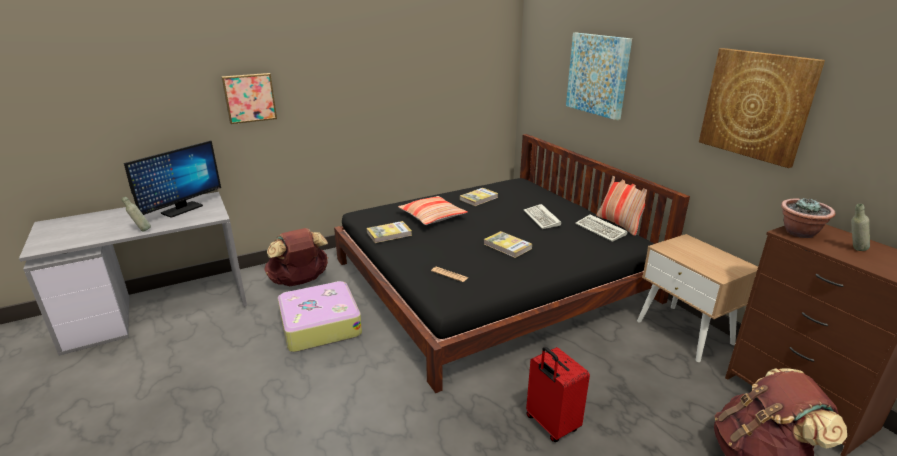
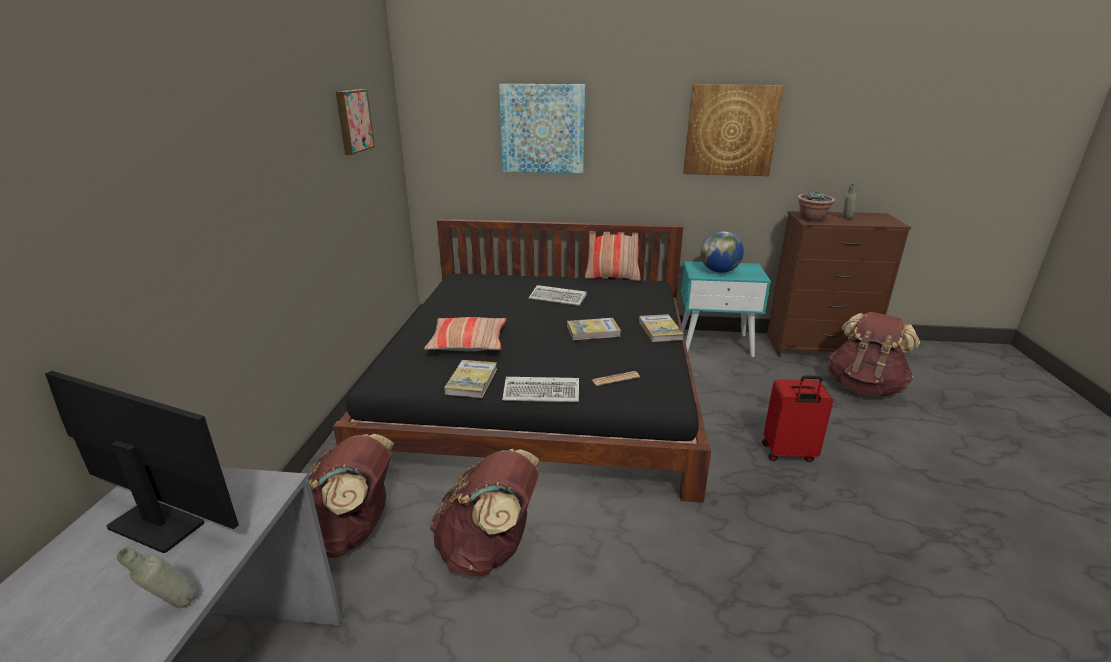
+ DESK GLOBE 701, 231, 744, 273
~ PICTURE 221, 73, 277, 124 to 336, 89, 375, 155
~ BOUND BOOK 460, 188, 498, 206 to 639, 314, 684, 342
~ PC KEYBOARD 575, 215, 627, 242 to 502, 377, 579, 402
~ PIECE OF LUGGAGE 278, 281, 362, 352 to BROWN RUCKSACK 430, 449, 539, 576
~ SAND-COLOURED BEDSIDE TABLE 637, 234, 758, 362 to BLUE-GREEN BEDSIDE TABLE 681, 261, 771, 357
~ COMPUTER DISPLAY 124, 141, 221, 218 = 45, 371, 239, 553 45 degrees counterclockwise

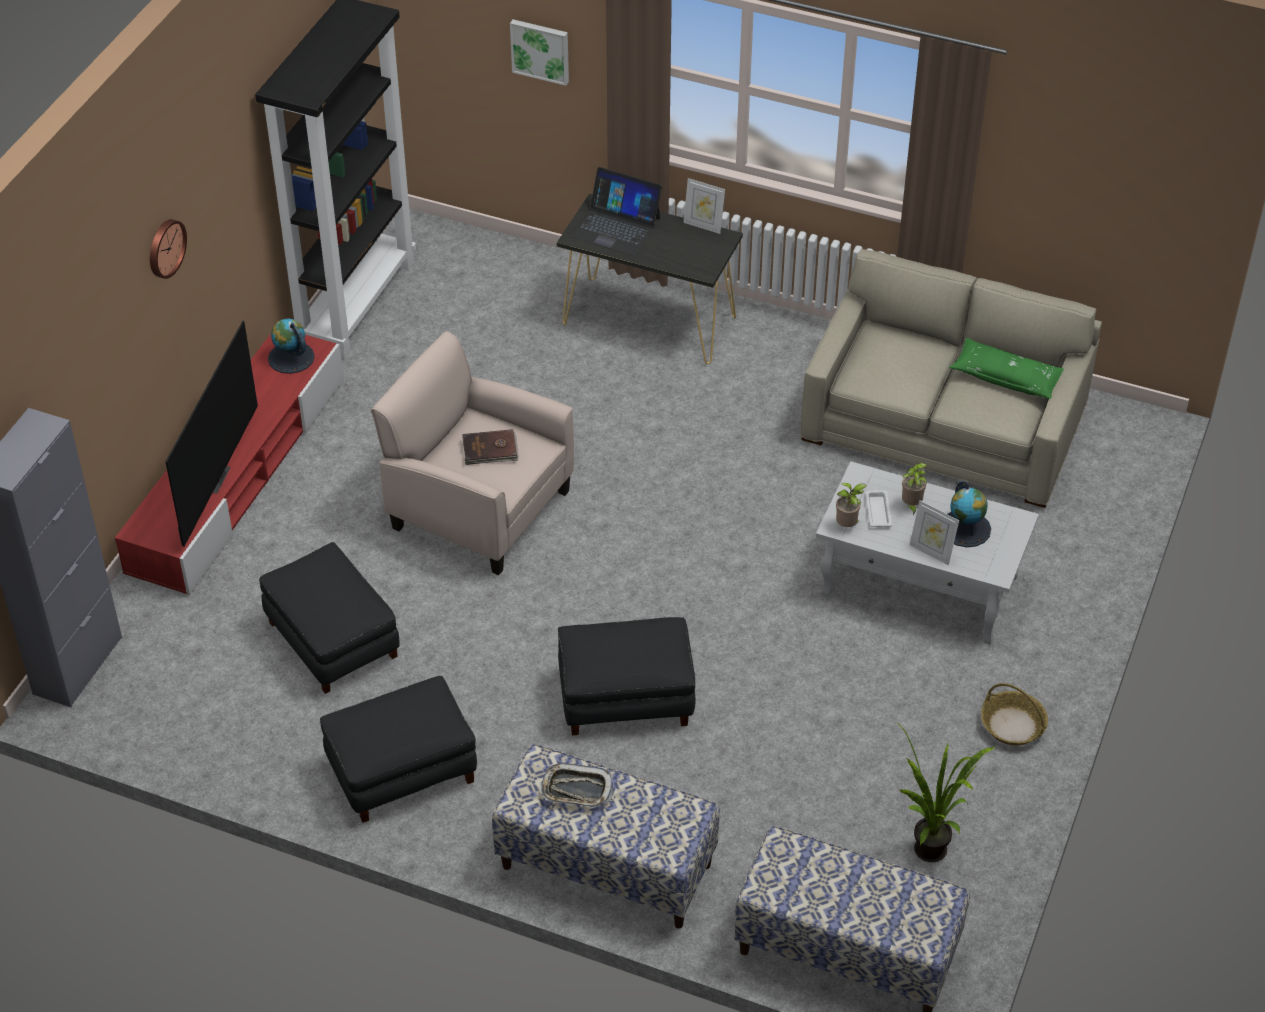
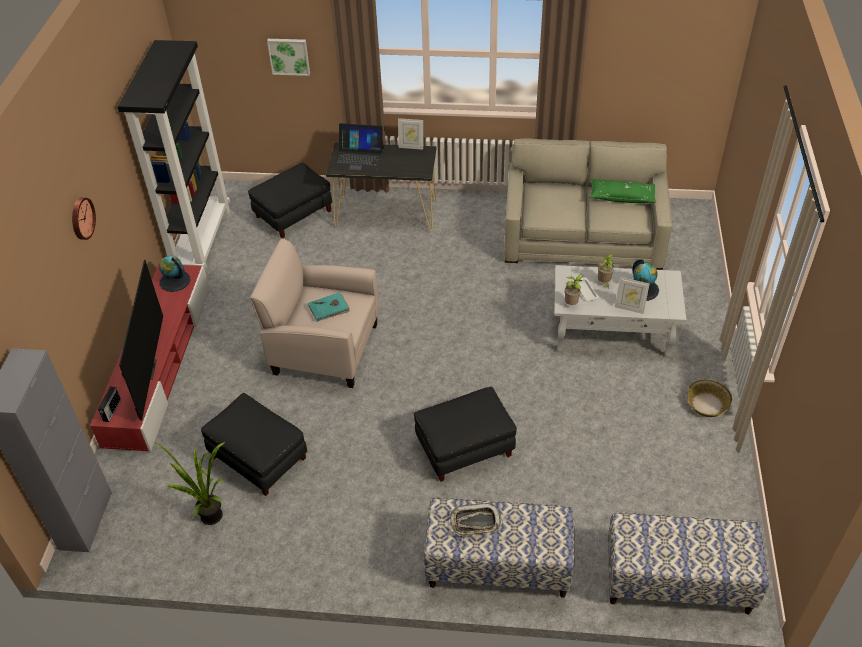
+ RADIO RECEIVER 98, 387, 121, 422
~ BLACKISH OTTOMAN 320, 676, 477, 823 to 248, 163, 332, 238
~ PLANT IN A POT 897, 723, 995, 862 to 153, 442, 225, 525
~ BROWN BOUND BOOK 462, 429, 519, 465 to BLUE-GREEN BOUND BOOK 308, 292, 350, 322

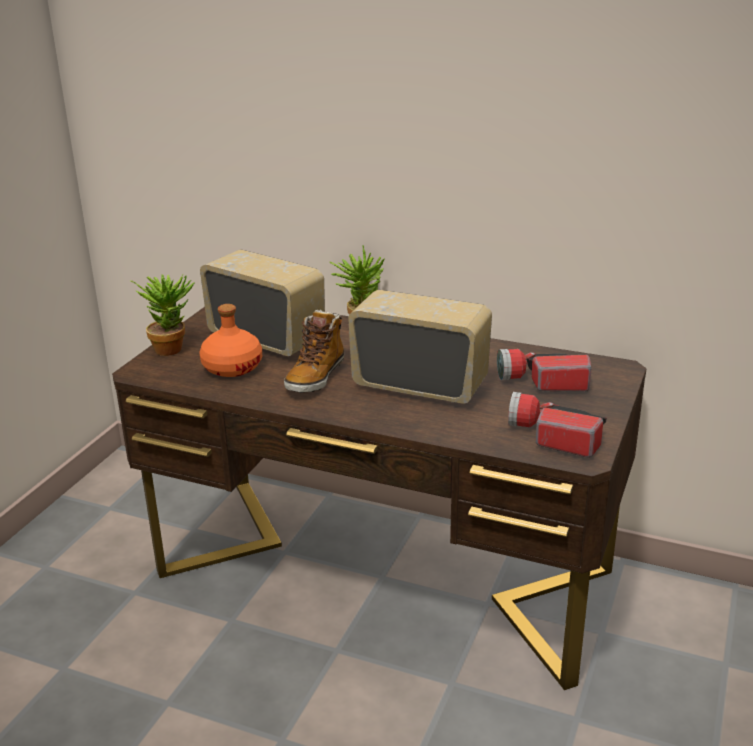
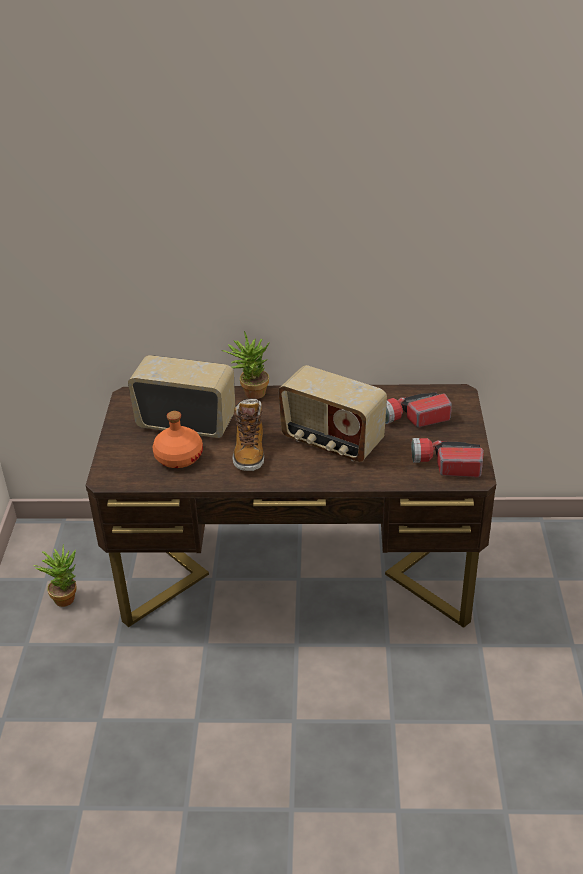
~ PLANT IN A POT 130, 274, 195, 356 to 33, 544, 77, 607
~ RADIO RECEIVER 348, 290, 492, 404 = 278, 365, 387, 462 150 degrees counterclockwise

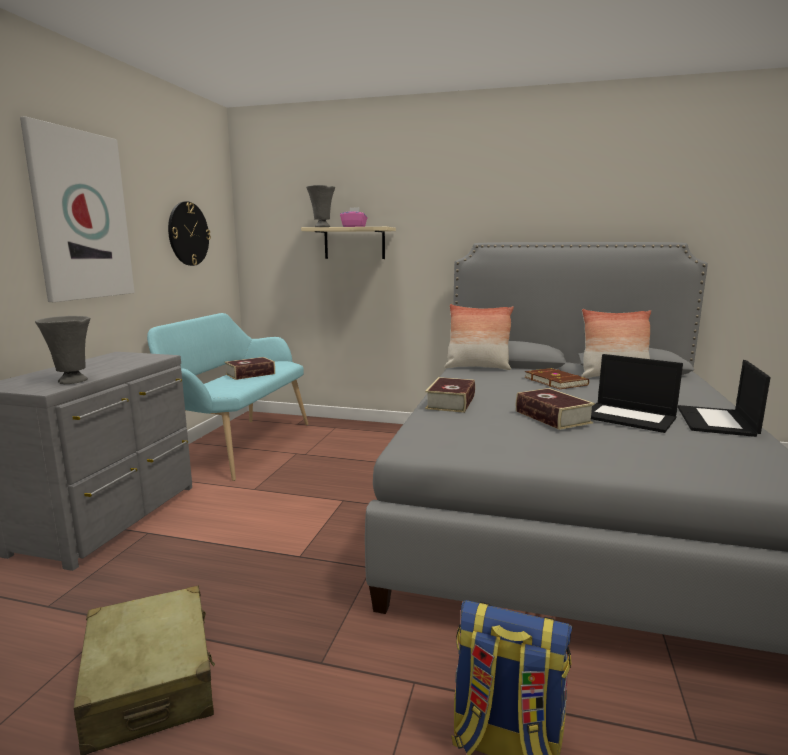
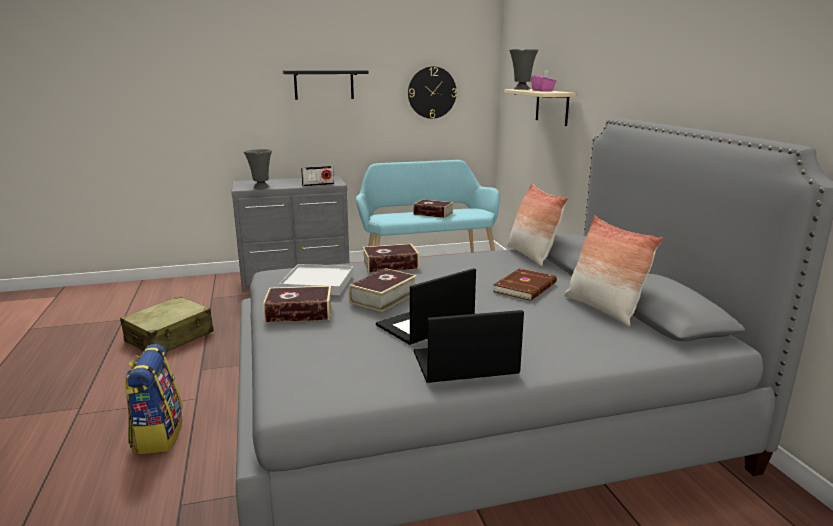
+ BOUND BOOK 263, 286, 332, 323
+ WHITISH CARRYING TRAY 279, 264, 354, 295
+ RADIO RECEIVER 301, 166, 334, 186
~ PICTURE 20, 117, 135, 302 to BLACKISH SHELF 283, 70, 369, 100
~ NOTEBOOK COMPUTER 591, 354, 683, 433 = 376, 268, 476, 345 45 degrees clockwise

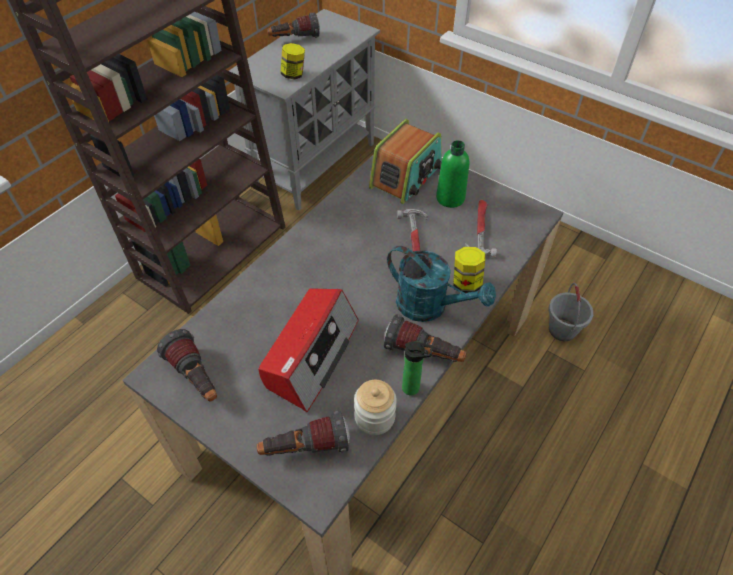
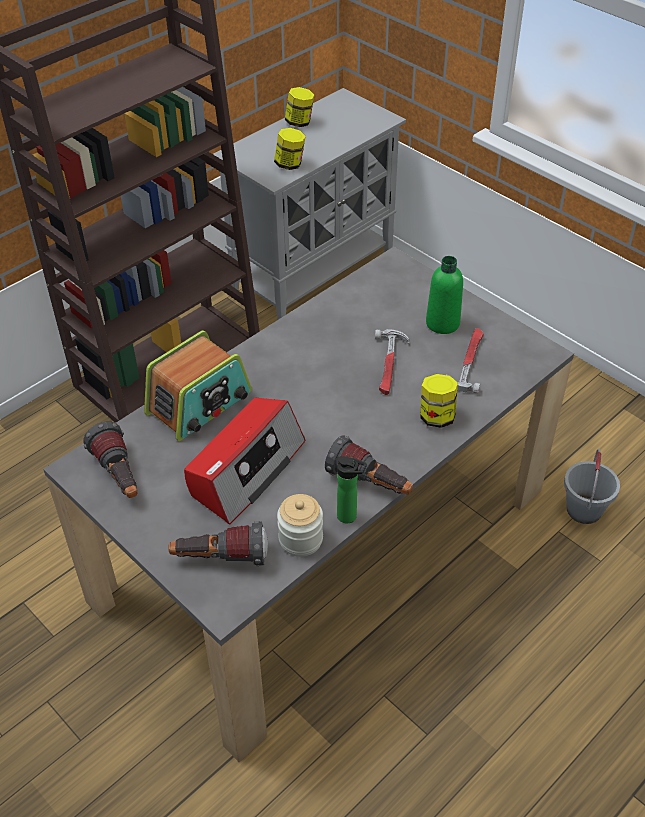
- BLUE-GREEN WATERING POT 387, 246, 496, 322
~ RADIO RECEIVER 369, 119, 442, 204 to 144, 330, 252, 441
~ HAND TORCH 267, 12, 320, 38 to STORAGE JAR 285, 87, 314, 127

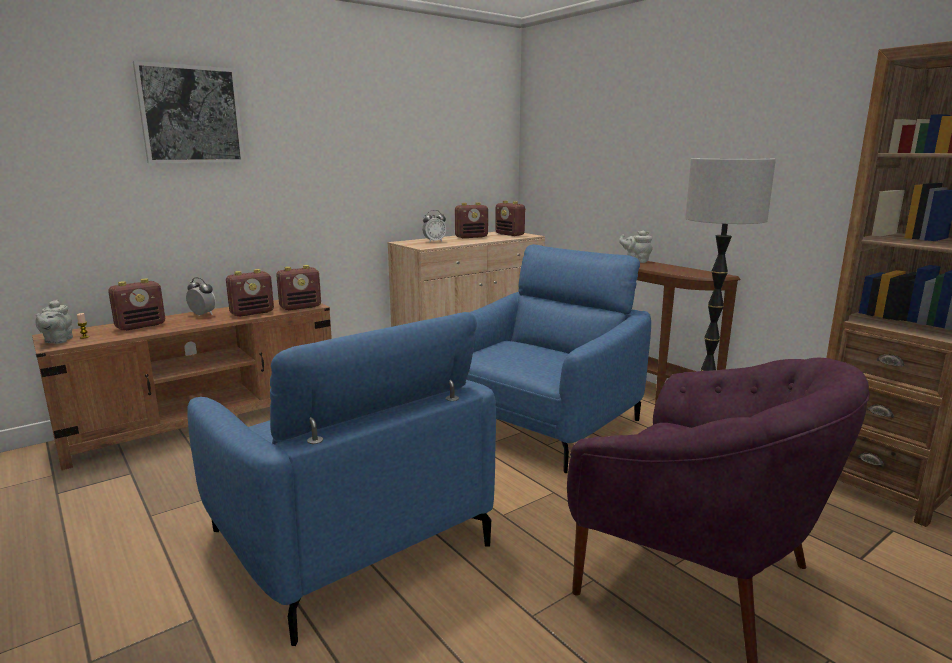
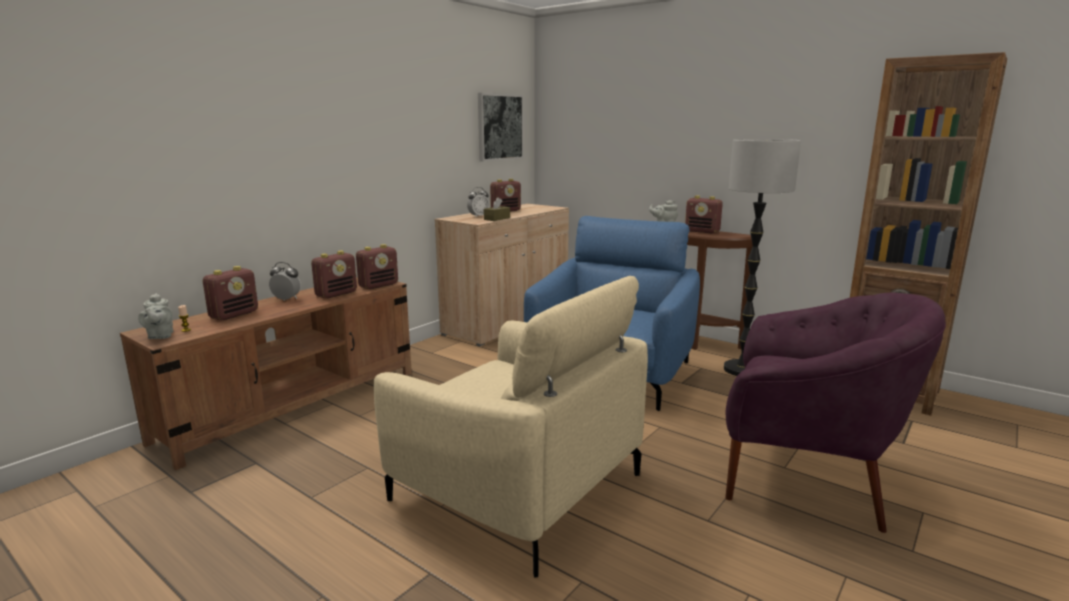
+ BROWN BOX OF TISSUES 484, 197, 510, 221
~ PICTURE 133, 61, 245, 163 to 478, 93, 524, 162
~ RADIO RECEIVER 495, 201, 526, 236 to 685, 196, 723, 234
~ BLUISH EASY CHAIR 187, 312, 496, 646 to SAND-COLOURED EASY CHAIR 373, 276, 648, 578

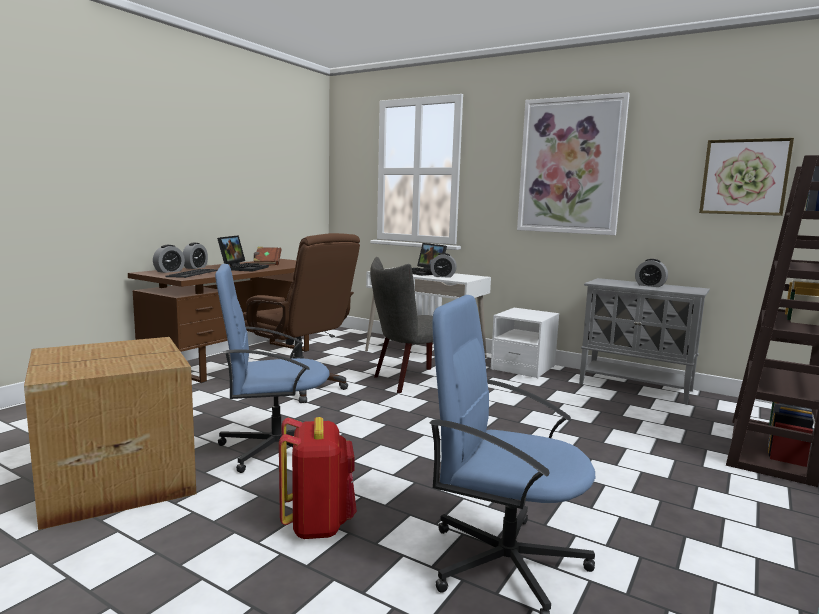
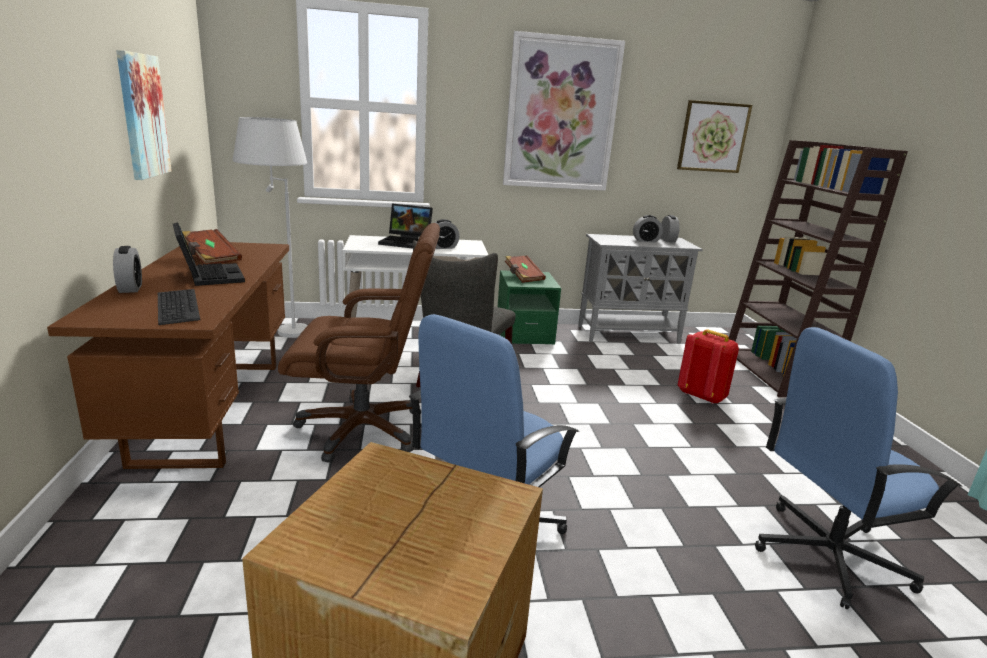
+ PICTURE 116, 50, 172, 180
+ WHITISH STANDARD LAMP 233, 117, 308, 338
+ BROWN BOUND BOOK 505, 255, 546, 283
~ ALARM CLOCK 153, 245, 185, 273 to 660, 215, 680, 242
~ REDDISH RUCKSACK 279, 417, 357, 539 to 678, 329, 739, 404
~ WHITISH BEDSIDE TABLE 491, 308, 559, 379 to GREENISH BEDSIDE TABLE 498, 270, 561, 345

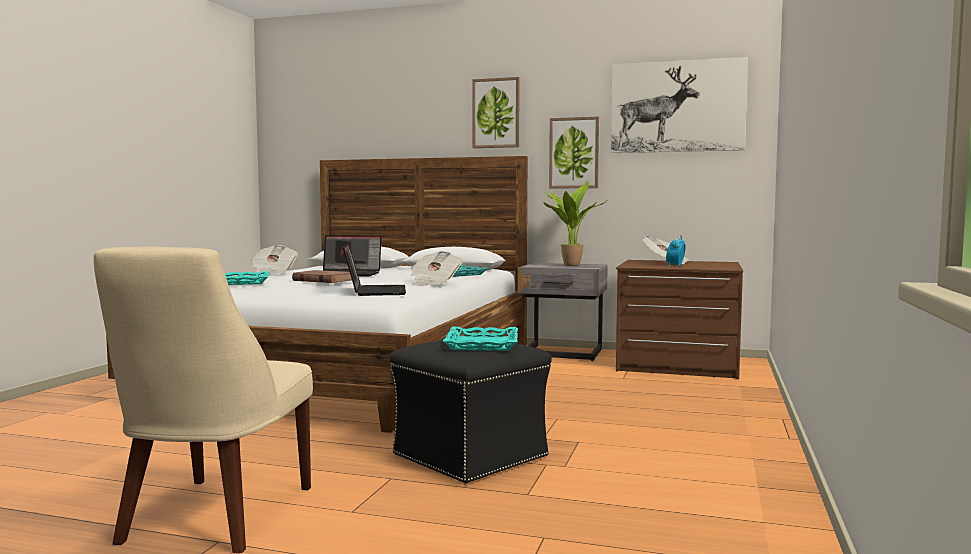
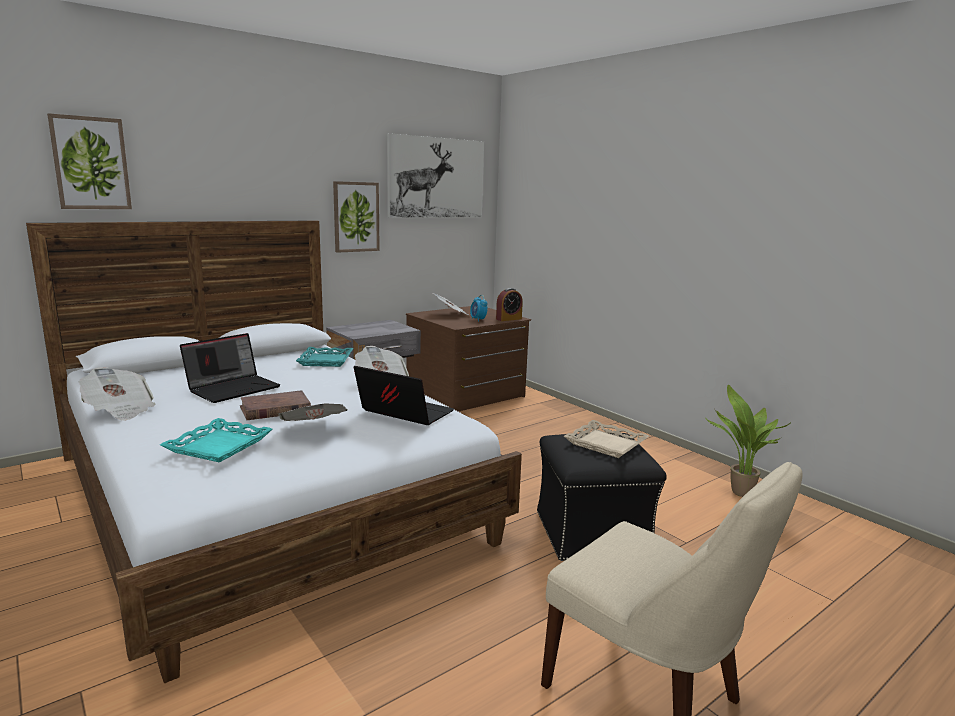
+ DAILY PAPER 278, 403, 347, 421
+ ALARM CLOCK 496, 288, 523, 321
~ PICTURE 473, 77, 520, 148 to 47, 113, 132, 209
~ PLANT IN A POT 543, 181, 606, 266 to 705, 385, 790, 497
~ BLUE-GREEN CARRYING TRAY 443, 327, 518, 351 to SAND-COLOURED CARRYING TRAY 564, 420, 649, 458

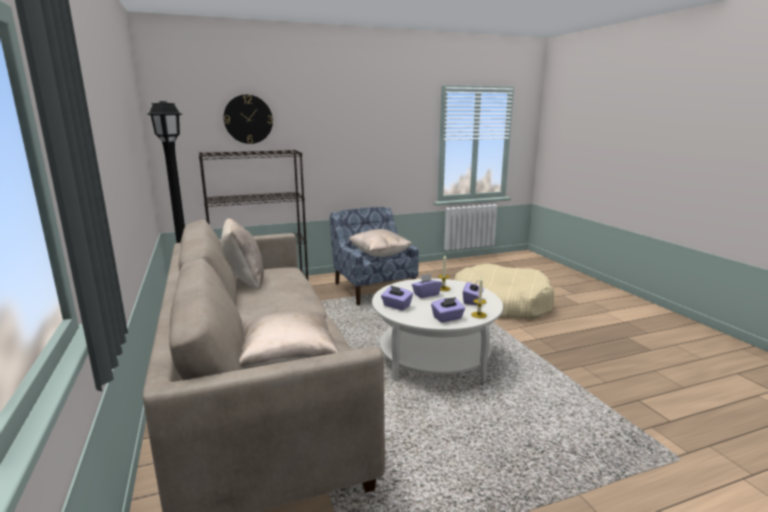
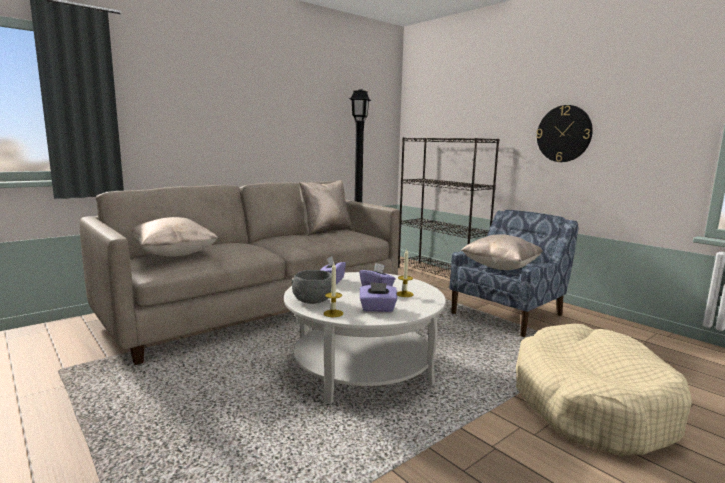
~ WALL CLOCK 224, 95, 273, 144 to 536, 105, 593, 162
~ PURPLE BOX OF TISSUES 431, 297, 465, 322 to GREYISH DEEP DISH 291, 270, 332, 304

